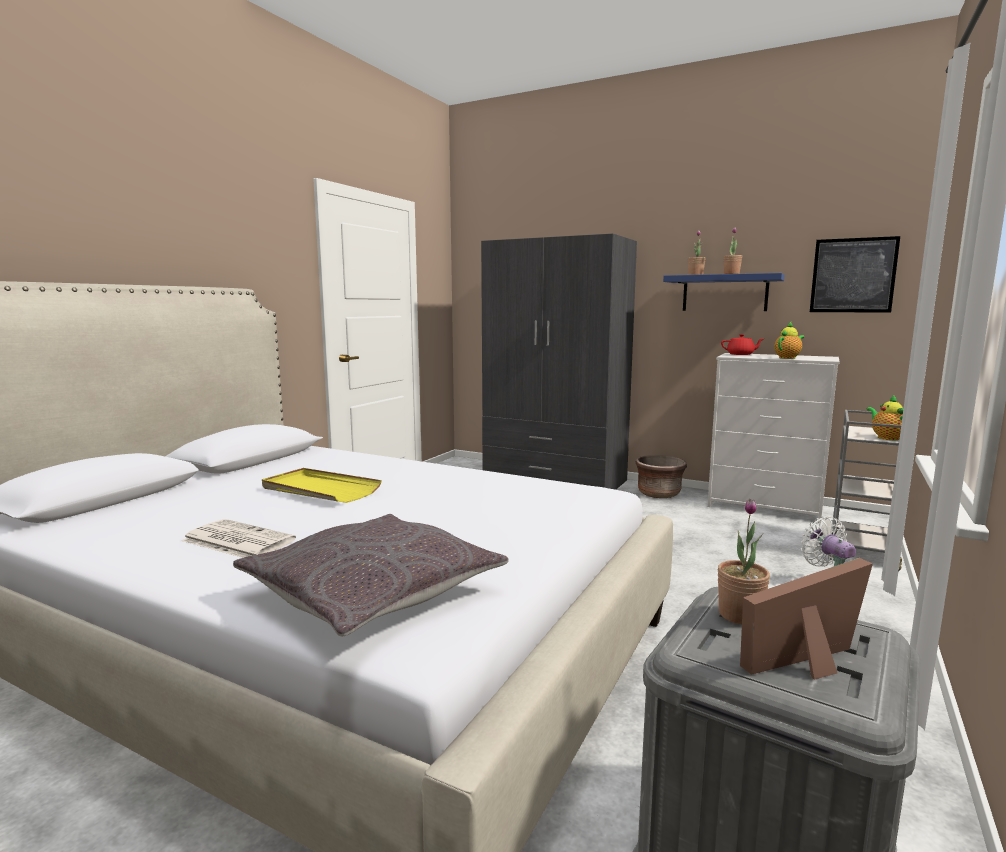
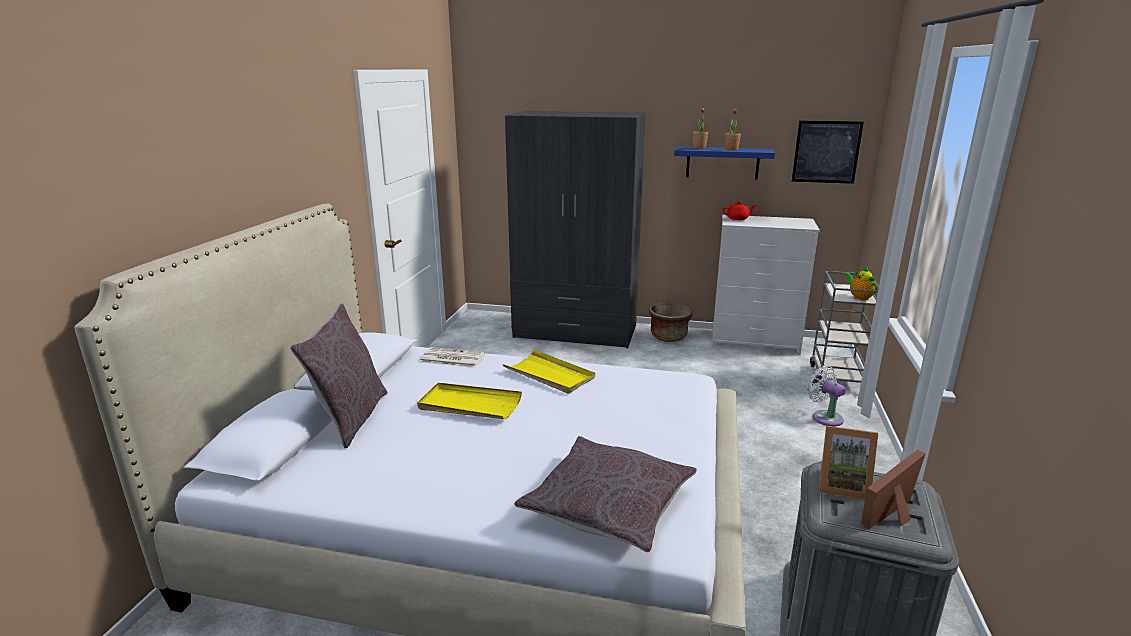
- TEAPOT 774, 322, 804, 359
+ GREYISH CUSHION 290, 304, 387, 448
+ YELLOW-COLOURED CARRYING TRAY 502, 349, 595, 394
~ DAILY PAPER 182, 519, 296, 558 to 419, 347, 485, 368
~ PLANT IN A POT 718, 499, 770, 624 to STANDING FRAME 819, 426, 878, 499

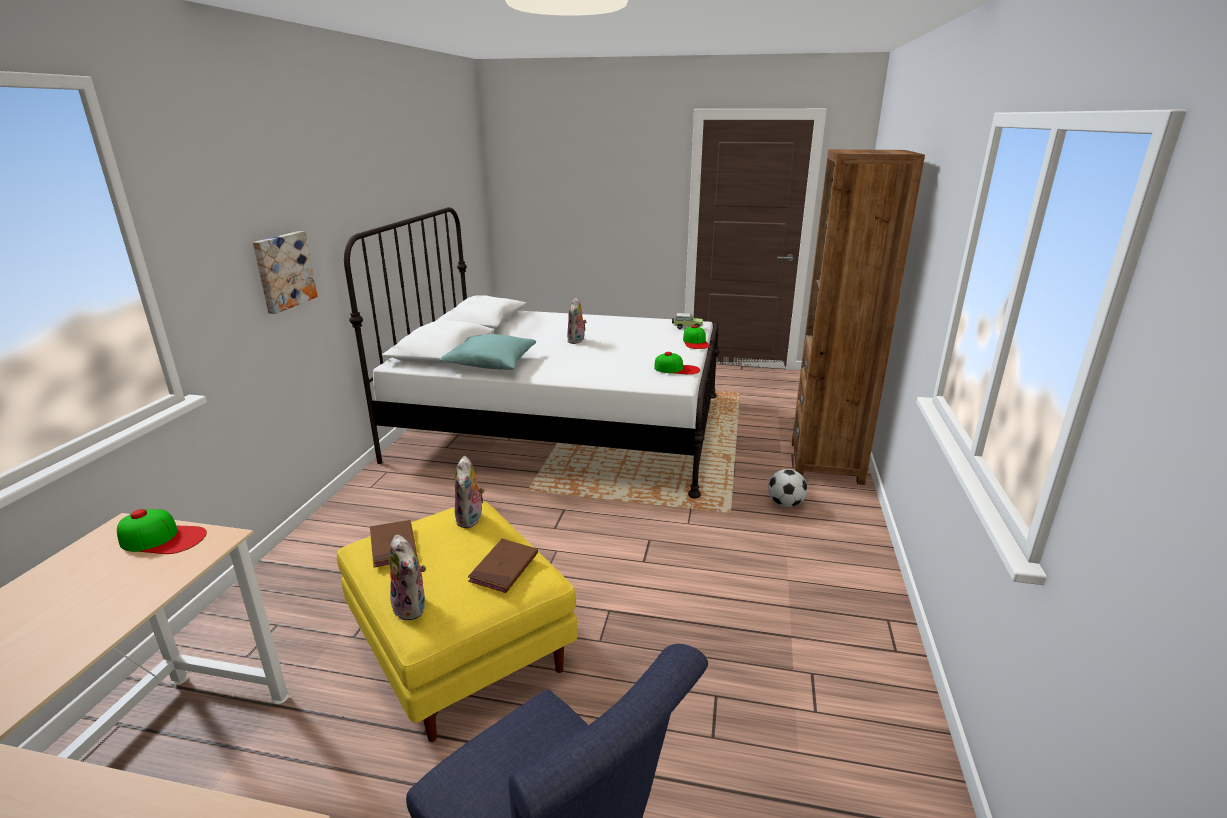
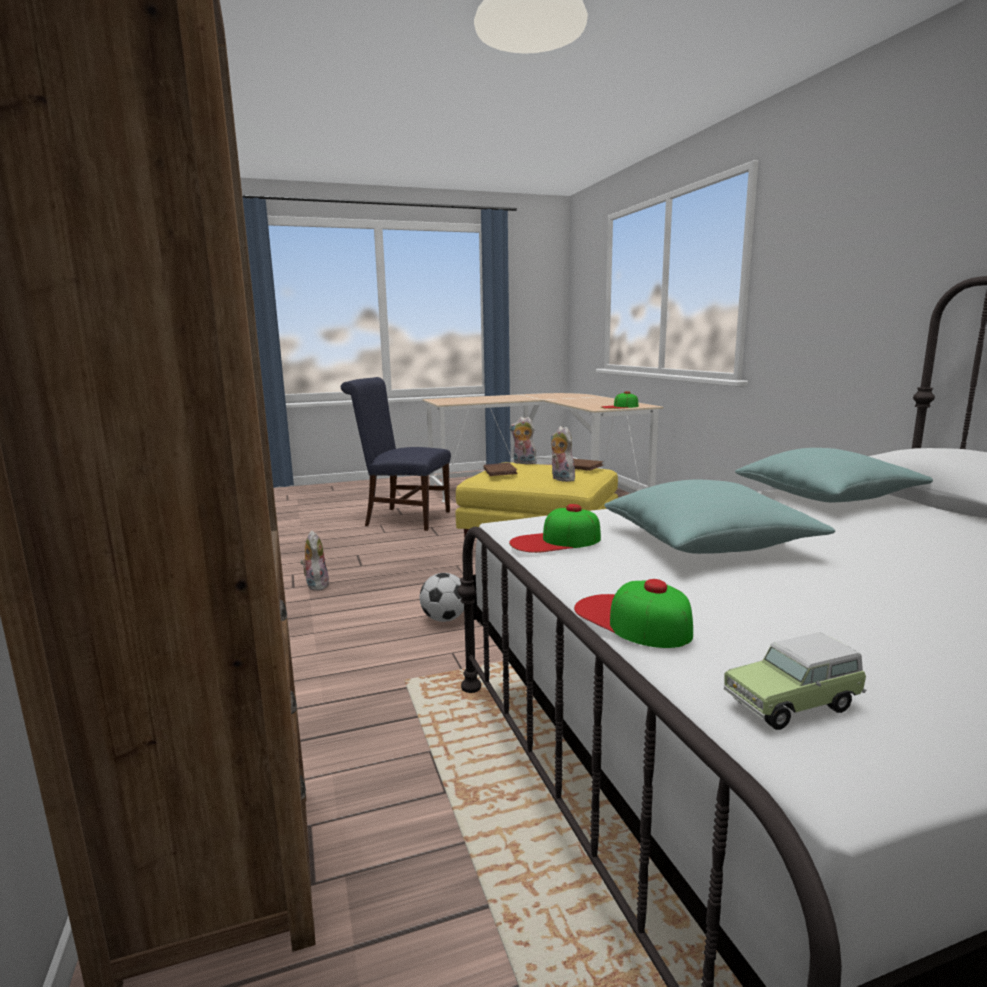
- PICTURE 253, 231, 318, 314
+ BLUE-GREEN CUSHION 604, 480, 835, 554
~ PLUSH TOY 567, 298, 586, 344 to 300, 531, 330, 591
~ FOOTBALL 768, 469, 807, 507 to 420, 573, 464, 622

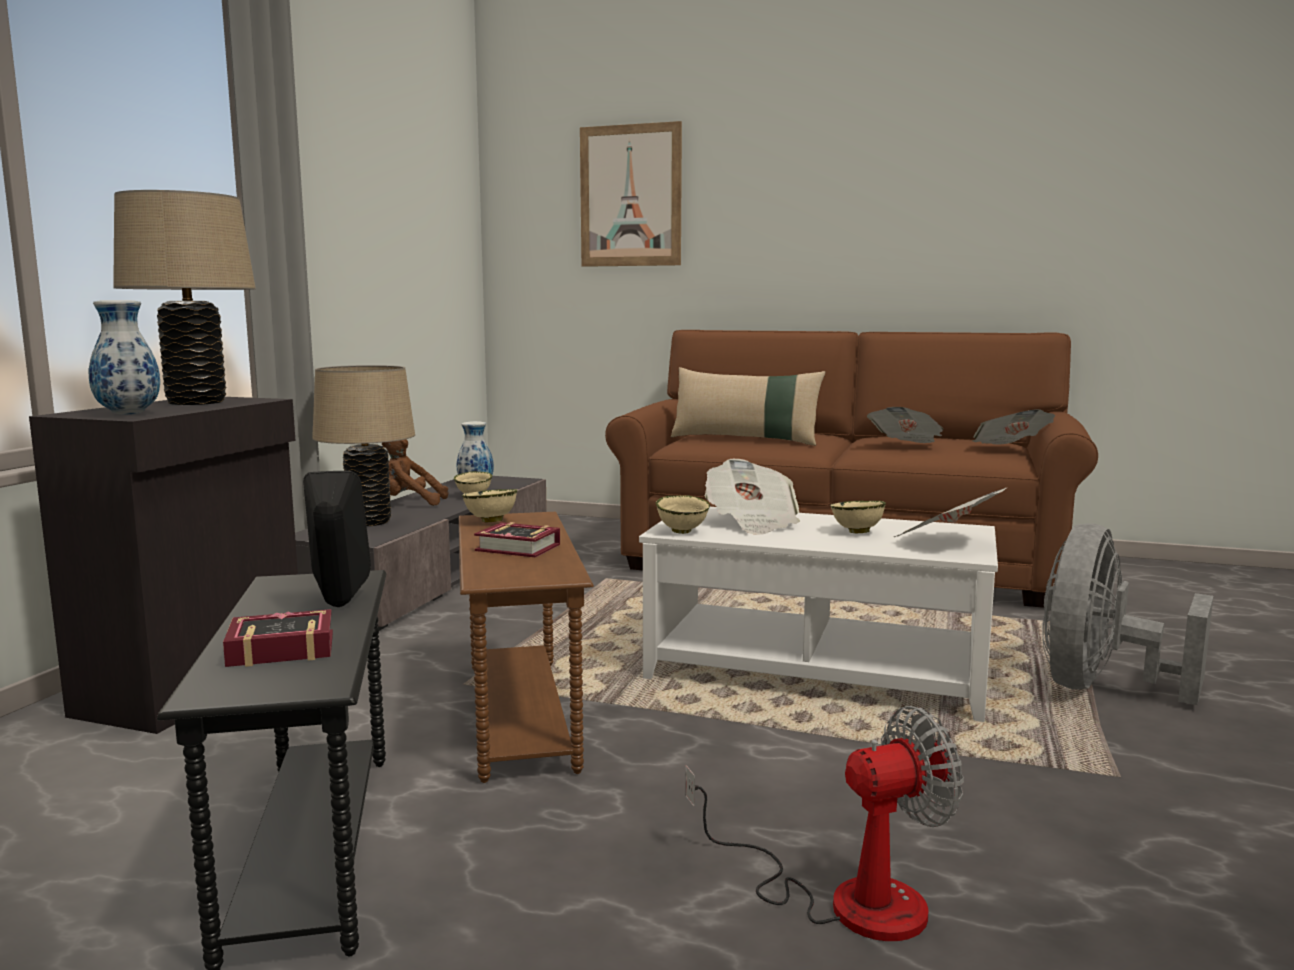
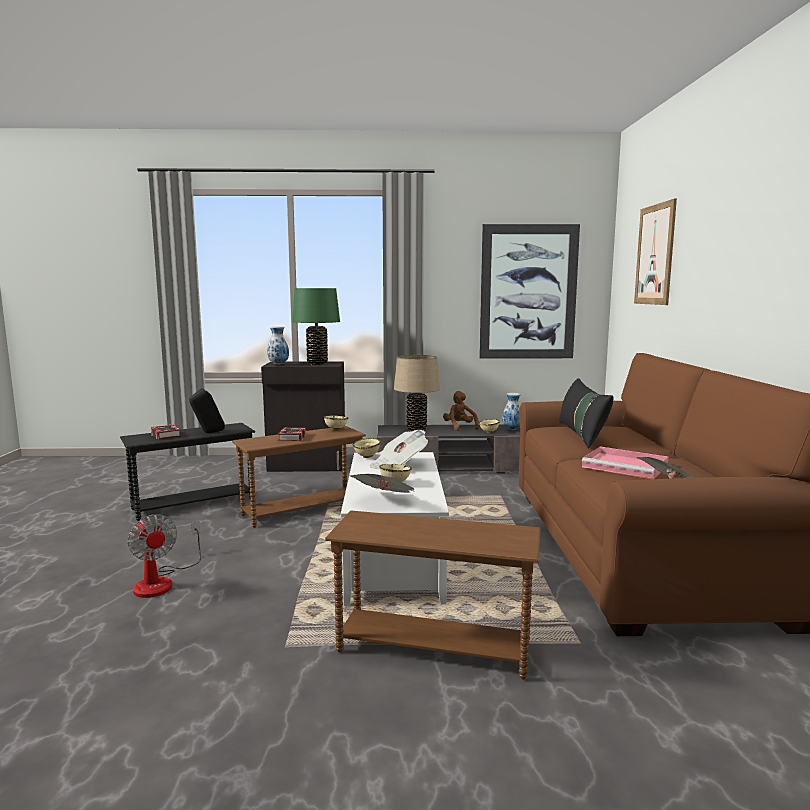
+ PICTURE 479, 224, 580, 359
~ DAILY PAPER 867, 407, 943, 443 to PINK-COLOURED CARRYING TRAY 582, 446, 668, 479
~ GREYISH ELECTRIC FAN 1043, 523, 1214, 705 to BROWN SIDE TABLE 325, 511, 541, 680
~ SAND-COLOURED TABLETOP LAMP 113, 190, 256, 405 to GREENISH TABLETOP LAMP 292, 288, 340, 365
~ SAND-COLOURED CUSHION 671, 367, 825, 446 to BLACKISH CUSHION 559, 378, 613, 448

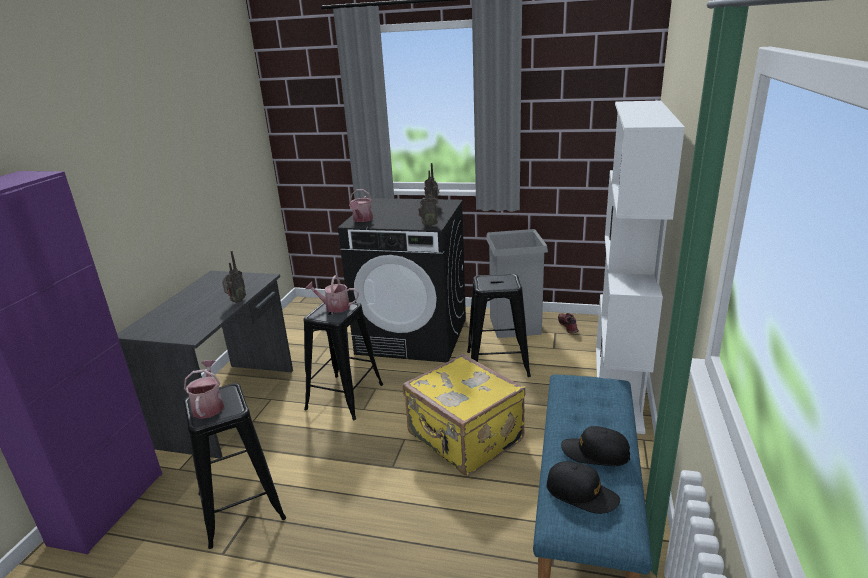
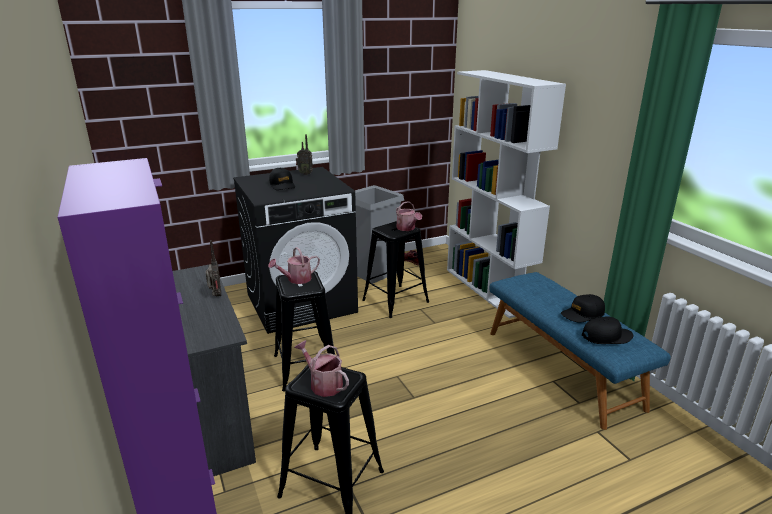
- YELLOW-COLOURED PIECE OF LUGGAGE 403, 354, 525, 476
- RADIO RECEIVER 418, 179, 439, 227
+ BLACKISH CAP 269, 168, 295, 190
~ WATERING POT 349, 189, 373, 222 to 396, 201, 422, 231

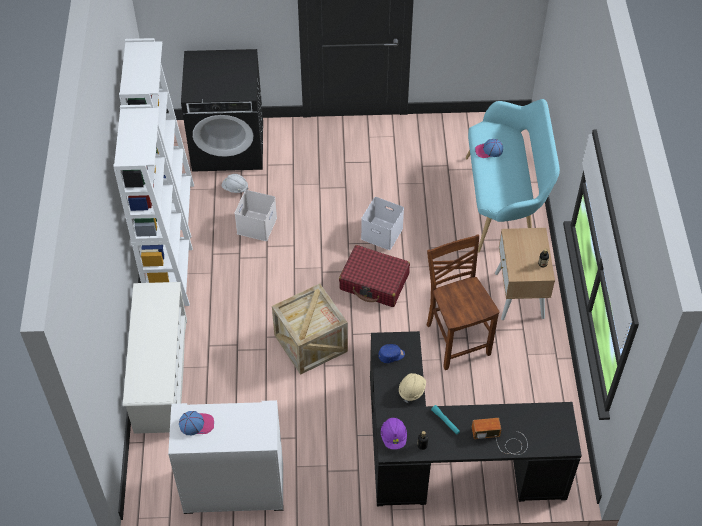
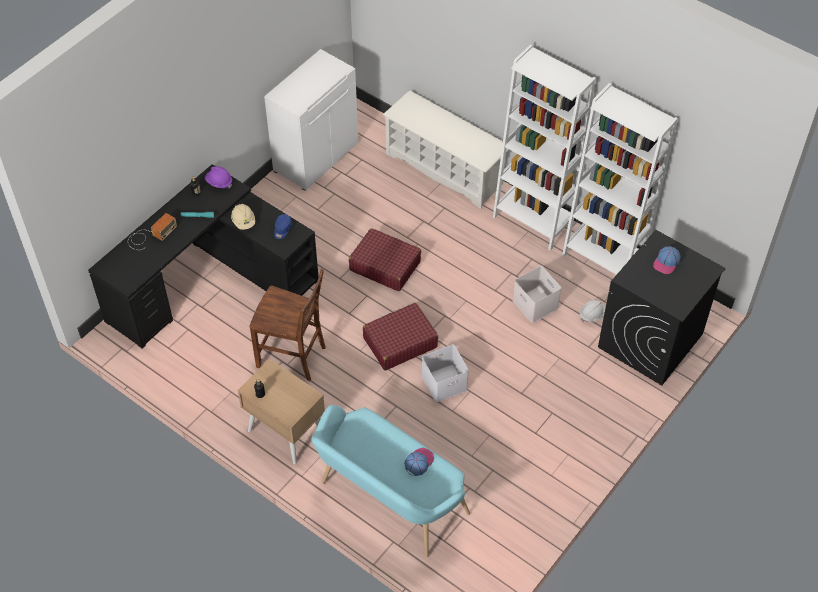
~ CAP 179, 411, 214, 435 to 653, 246, 681, 274
~ PACKING CRATE 272, 284, 348, 375 to REDDISH PIECE OF LUGGAGE 349, 228, 421, 291

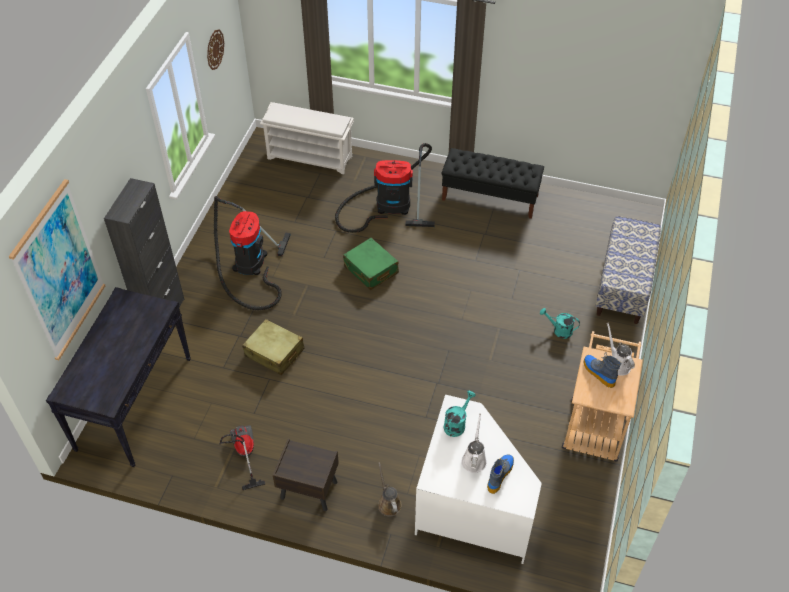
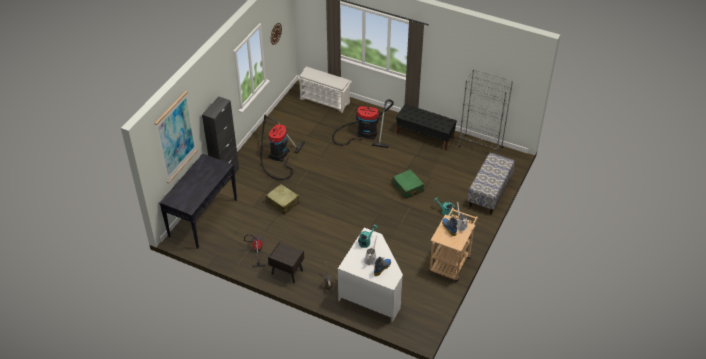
+ GREYISH BOOKSHELF 459, 69, 513, 154
~ GREENISH PIECE OF LUGGAGE 343, 238, 399, 290 to 393, 169, 424, 199

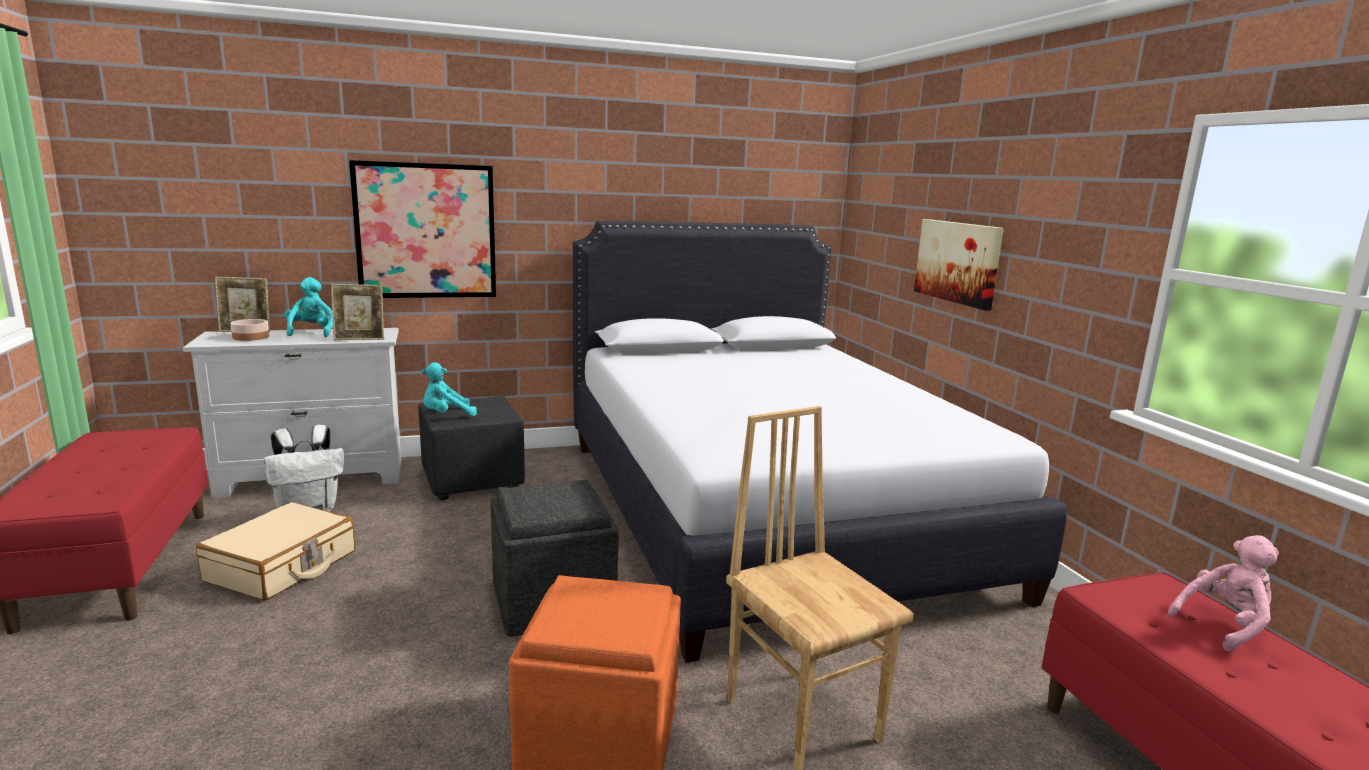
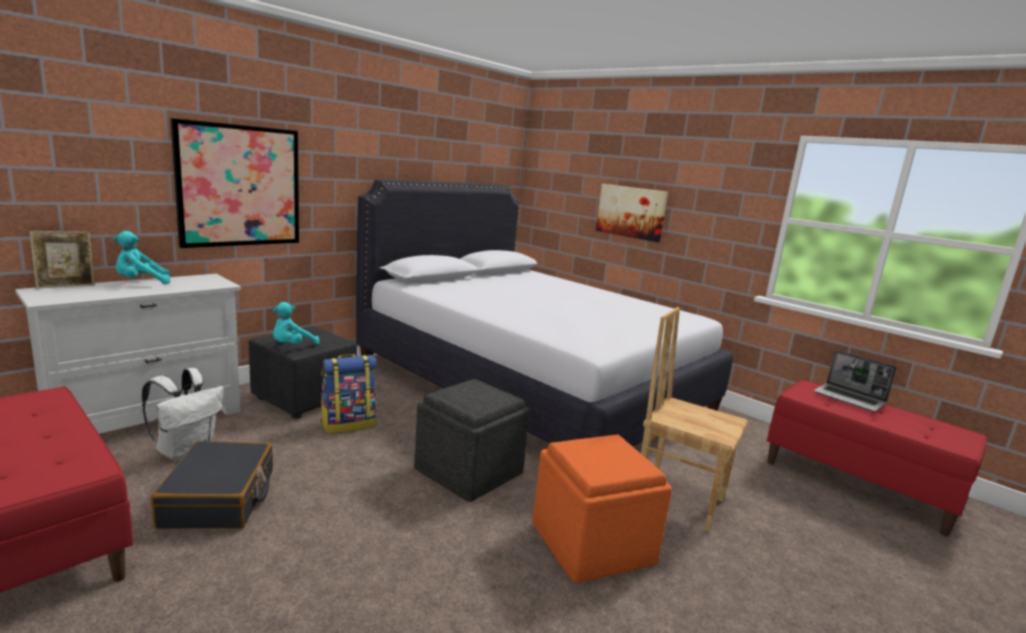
- DEEP DISH 230, 319, 269, 341
- STANDING FRAME 331, 284, 384, 340
+ RUCKSACK 320, 354, 377, 434
~ PINK-COLOURED PLUSH TOY 1167, 535, 1279, 651 to NOTEBOOK COMPUTER 814, 350, 897, 412
~ SAND-COLOURED PIECE OF LUGGAGE 196, 502, 355, 601 to BLACKISH PIECE OF LUGGAGE 151, 441, 273, 529
~ BLUE-GREEN PLUSH TOY 284, 277, 333, 337 = 113, 231, 170, 284 75 degrees counterclockwise

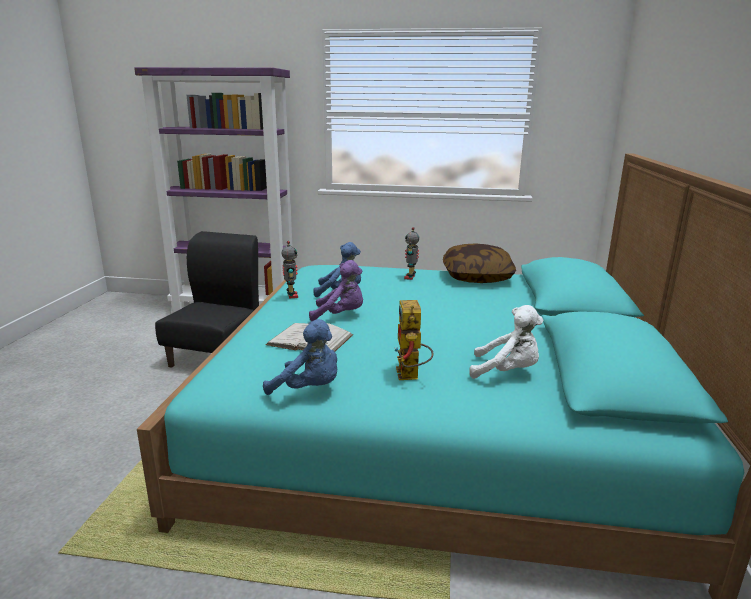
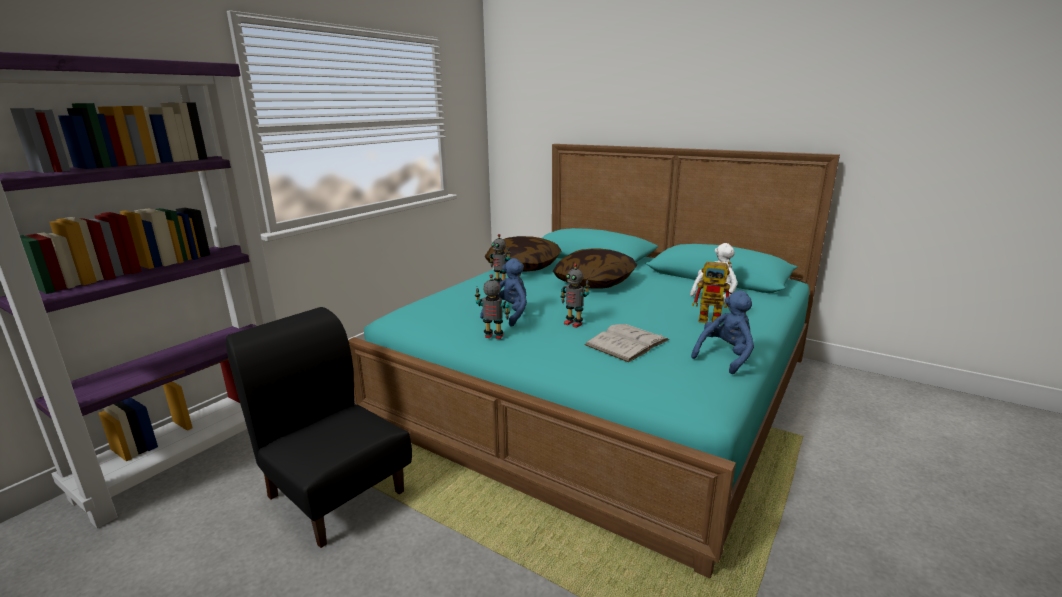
+ CUSHION 553, 248, 637, 289
~ PURPLE PLUSH TOY 309, 260, 363, 321 to TOY ROBOT 560, 263, 590, 328

